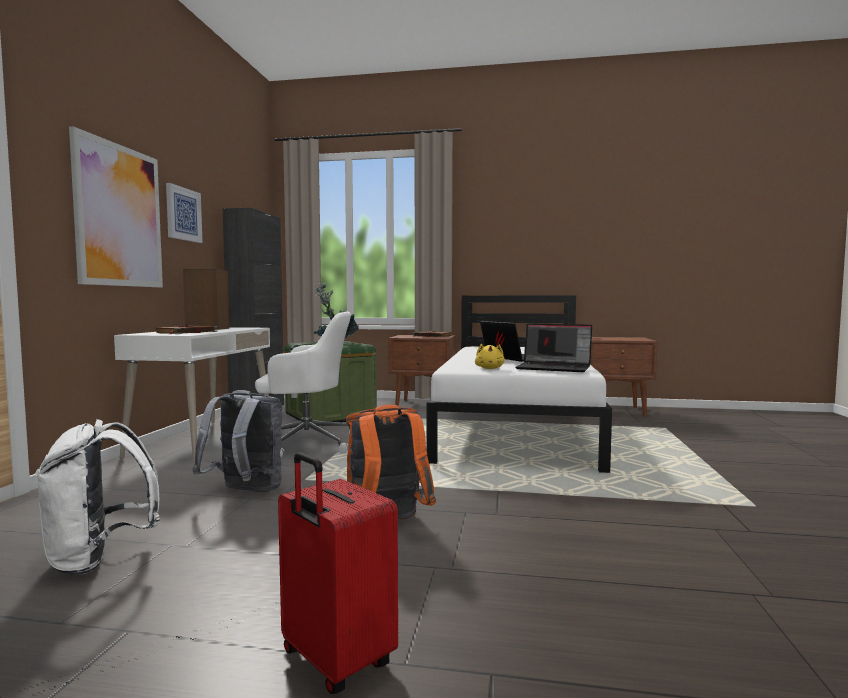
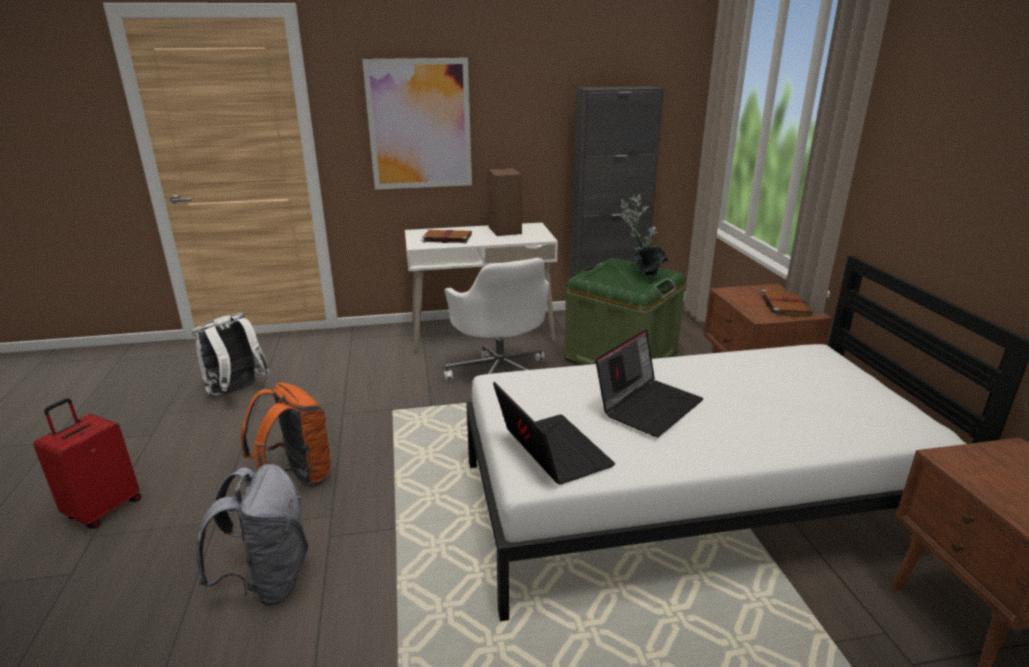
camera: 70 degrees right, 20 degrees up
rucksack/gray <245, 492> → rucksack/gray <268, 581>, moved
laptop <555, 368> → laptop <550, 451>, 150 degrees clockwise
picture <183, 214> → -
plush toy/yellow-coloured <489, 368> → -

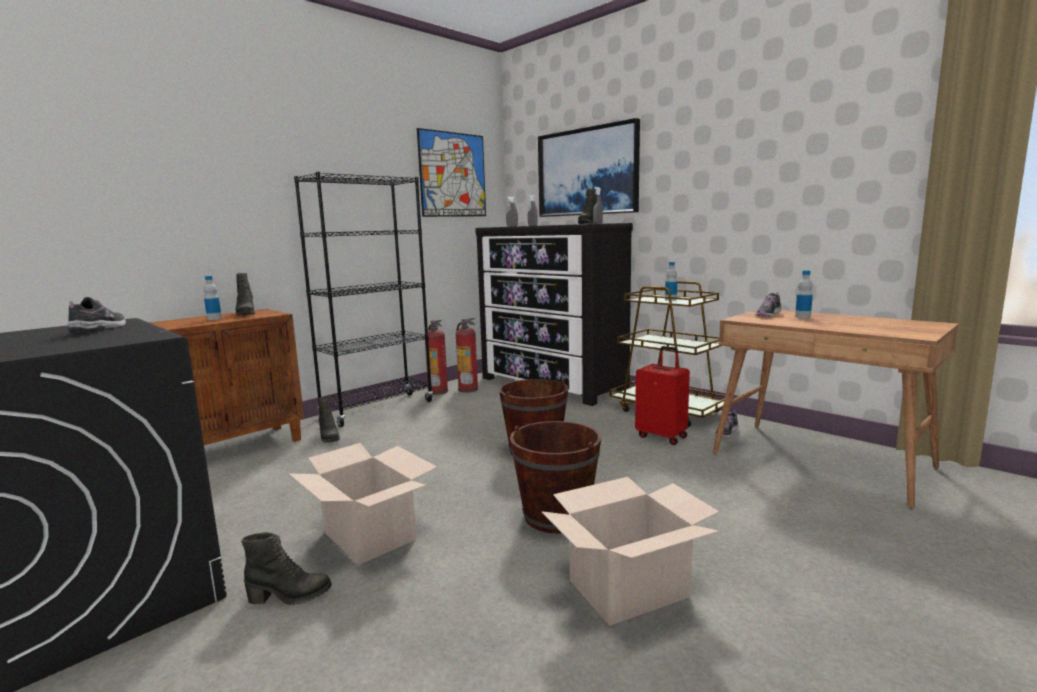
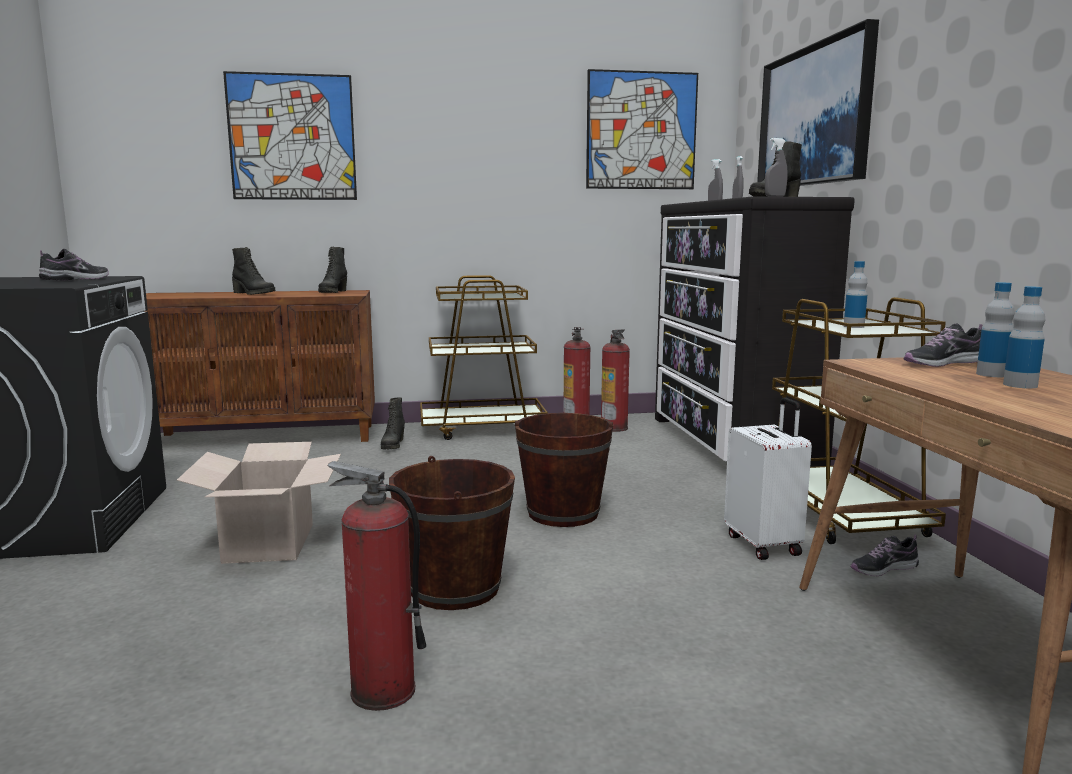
camera: 35 degrees right, 0 degrees up
- → picture <292, 137>
boot/black <289, 596> → boot/black <253, 293>, moved
packing box <629, 589> → extinguisher <382, 691>
bookshelf/black <378, 409> → trolley/brownish <483, 429>
travel case/reddish <662, 436> → travel case/white <764, 544>
beverage bottle <214, 319> → beverage bottle <1020, 385>, moved

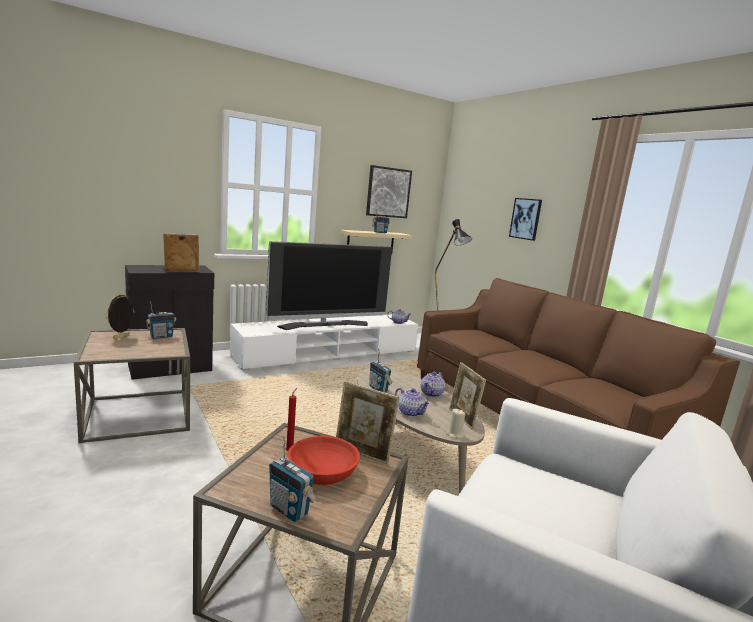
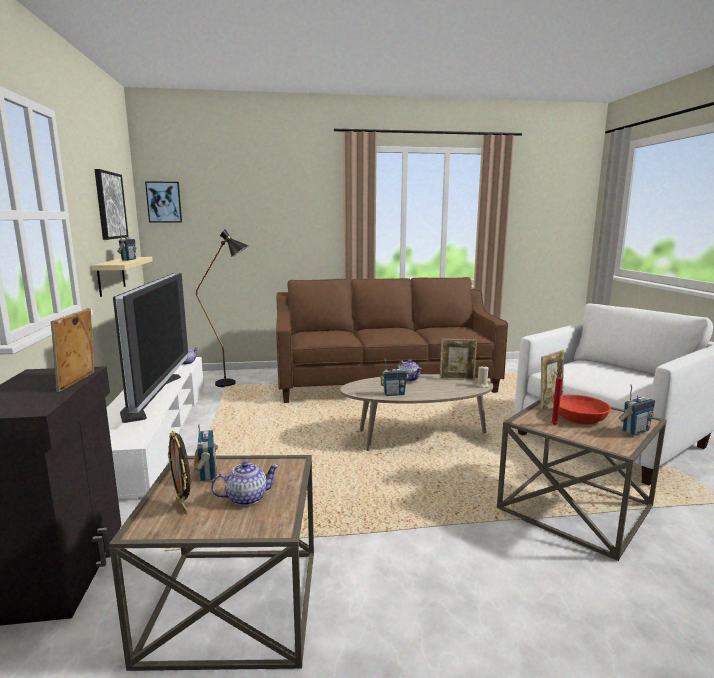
camera: 65 degrees left, 0 degrees up
picture <526, 219> → picture <164, 202>, moved
teapot <410, 412> → teapot <246, 498>, moved

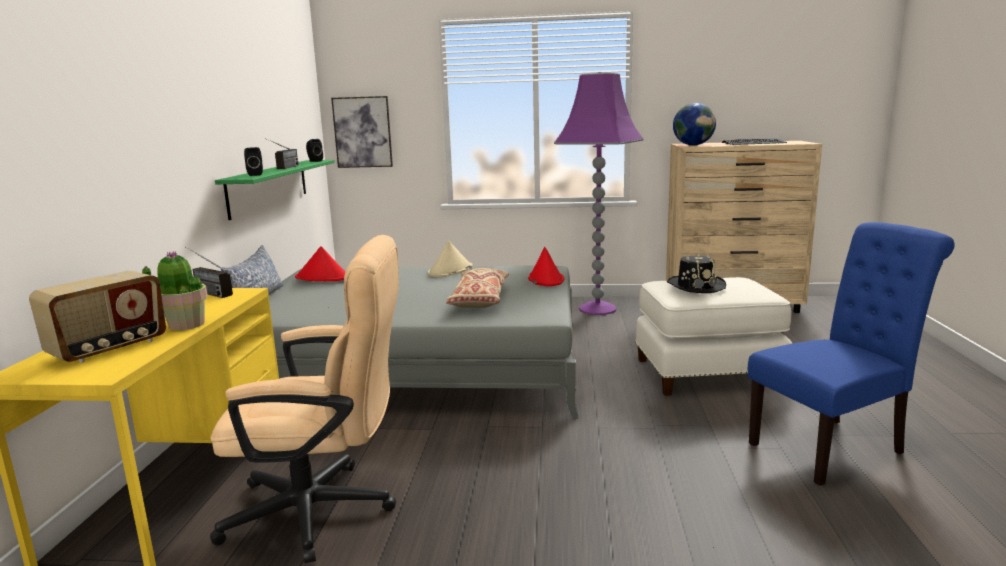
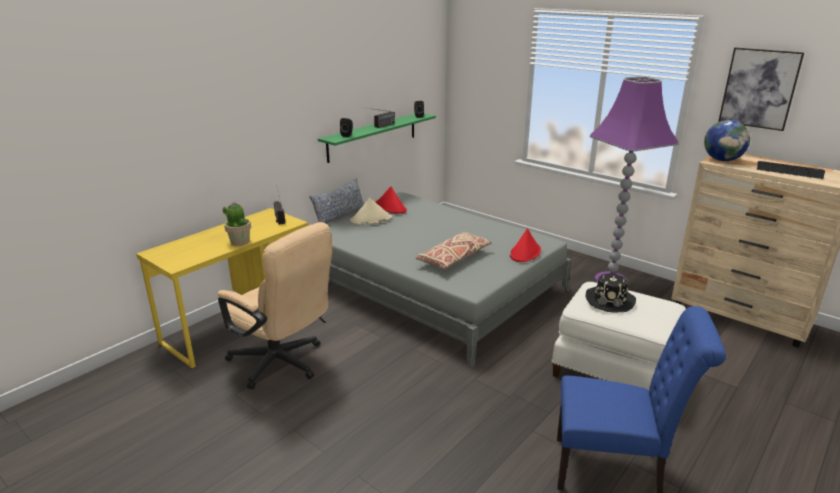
camera: 35 degrees right, 10 degrees up
wearable hat/beige-coloured <450, 271> → wearable hat/beige-coloured <371, 220>, moved
picture <362, 132> → picture <759, 88>, moved
radio <109, 348> → -

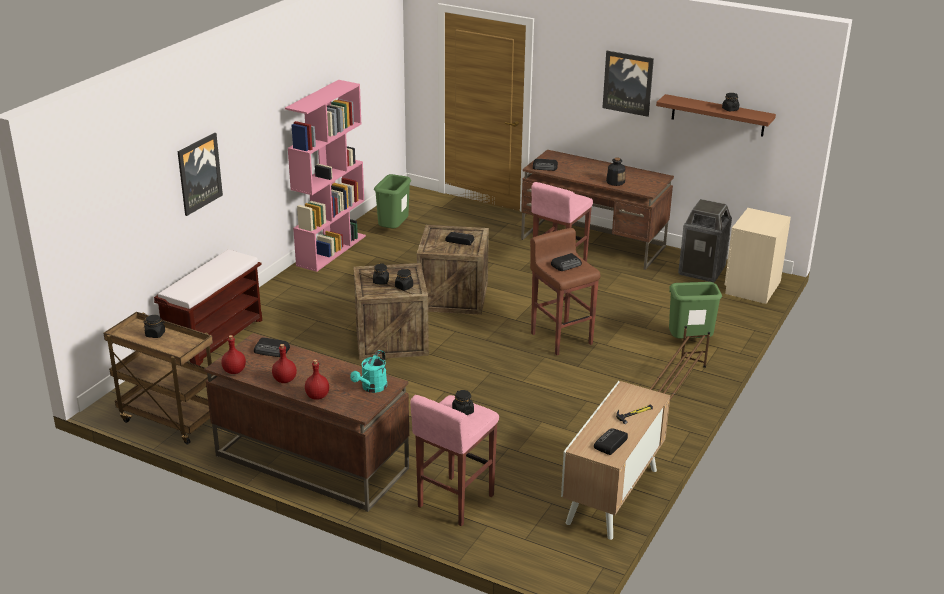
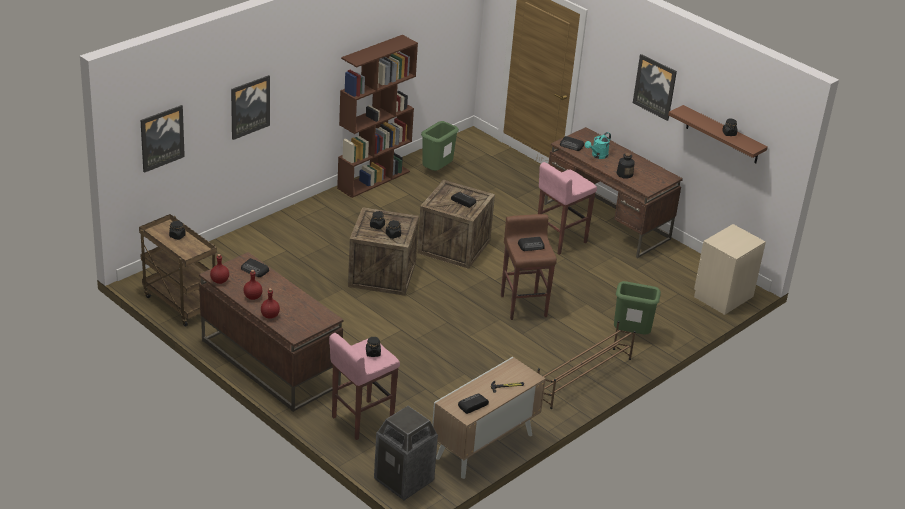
camera: 15 degrees right, 5 degrees up
- → picture <161, 138>
bookshelf/pink <331, 250> → bookshelf/brownish <374, 179>
trash can <702, 271> → trash can <404, 480>, moved
watering can/blue-green <372, 388> → watering can/blue-green <597, 156>, moved
indoor bench/brownish <215, 338> → -

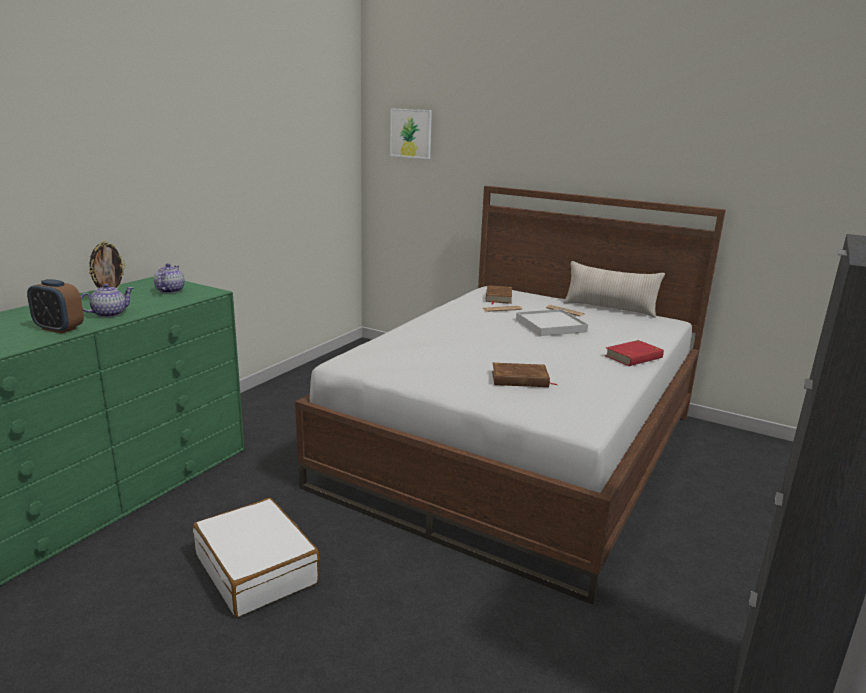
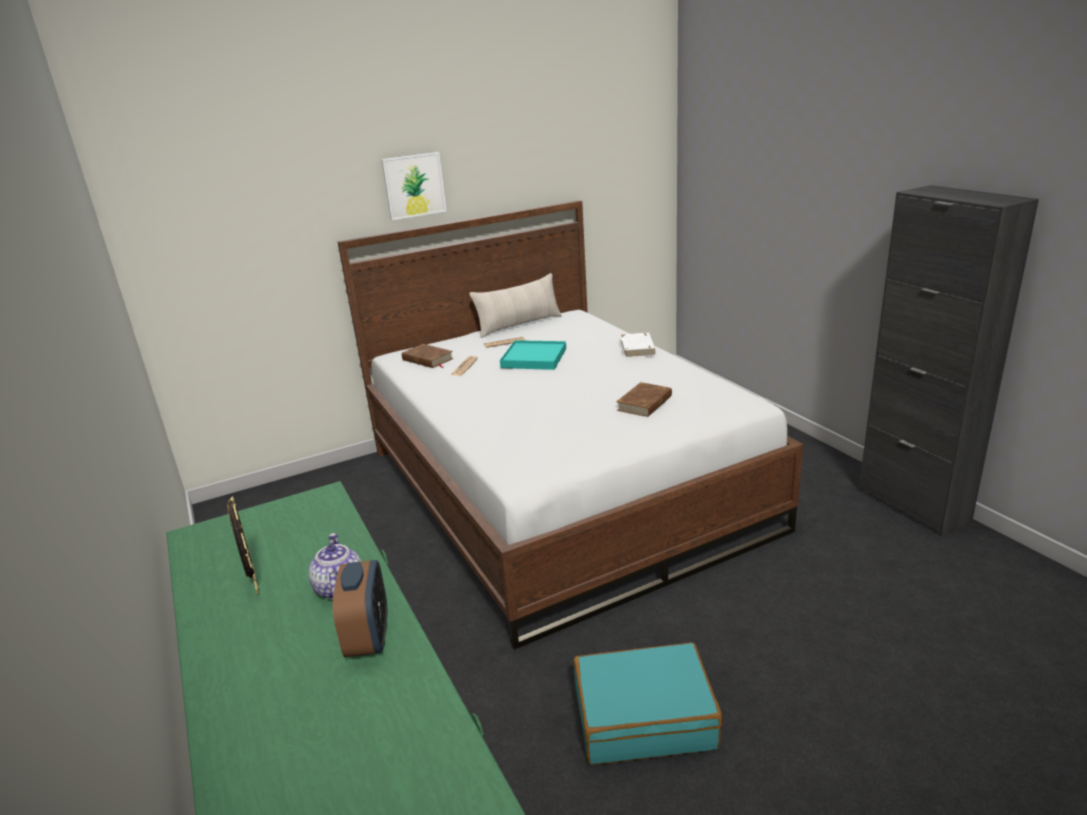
camera: 55 degrees left, 5 degrees up
table clock <59, 329> → table clock <368, 638>, 60 degrees counterclockwise
picture <411, 133> → picture <414, 185>, moved
tray/white <550, 326> → tray/blue-green <534, 358>
travel case/white <257, 569> → travel case/blue-green <644, 717>
book/reddish <634, 357> → book/white <638, 348>
teapot <170, 290> → -

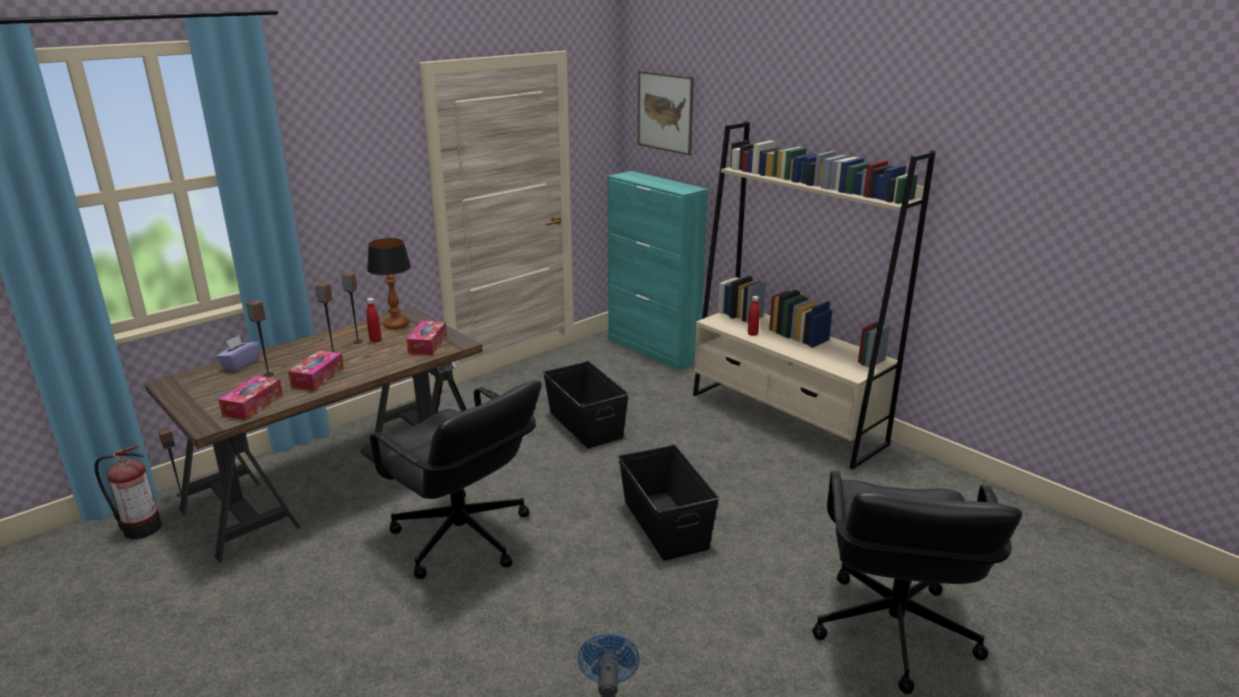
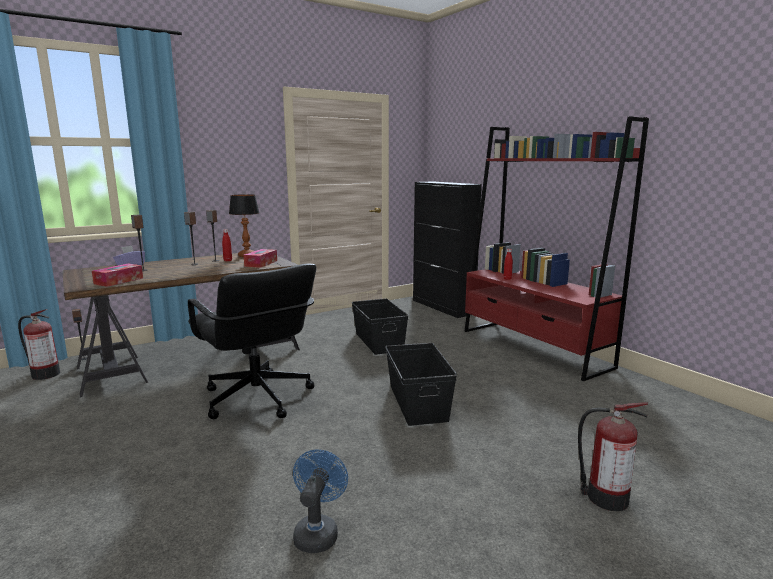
camera: 10 degrees right, 10 degrees down
cupboard/blue-green <653, 350> → cupboard/black <443, 307>
bookshelf/beige-coloured <786, 419> → bookshelf/reddish <533, 348>
office chair/black <892, 632> → extinguisher <604, 497>
tissue holder <318, 377> → -
picture <665, 112> → -

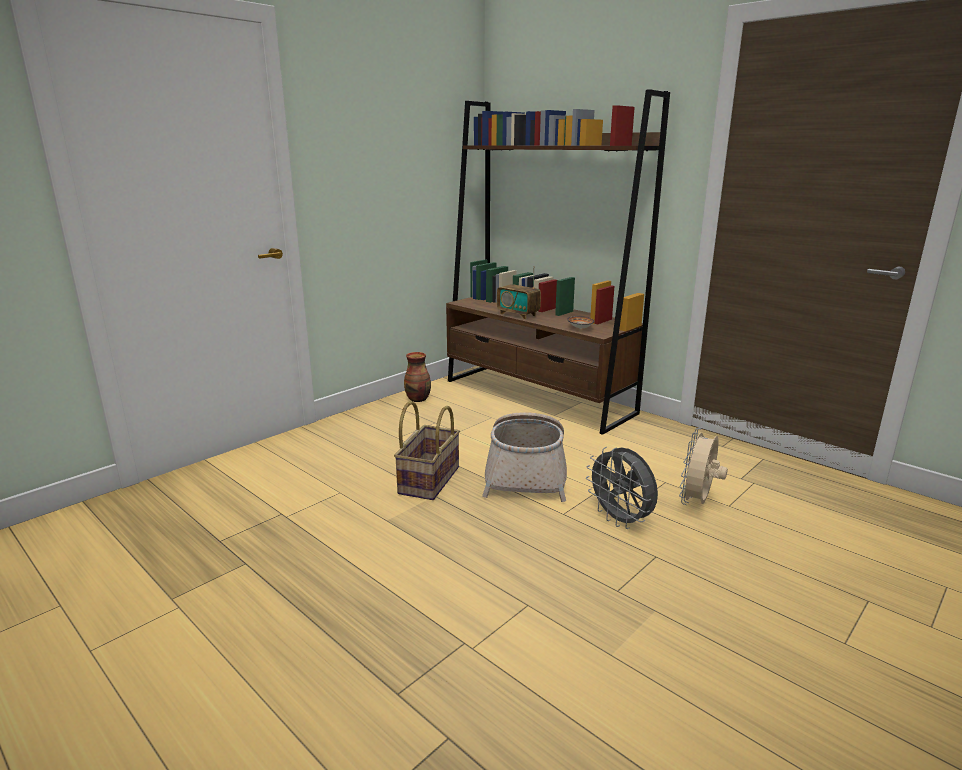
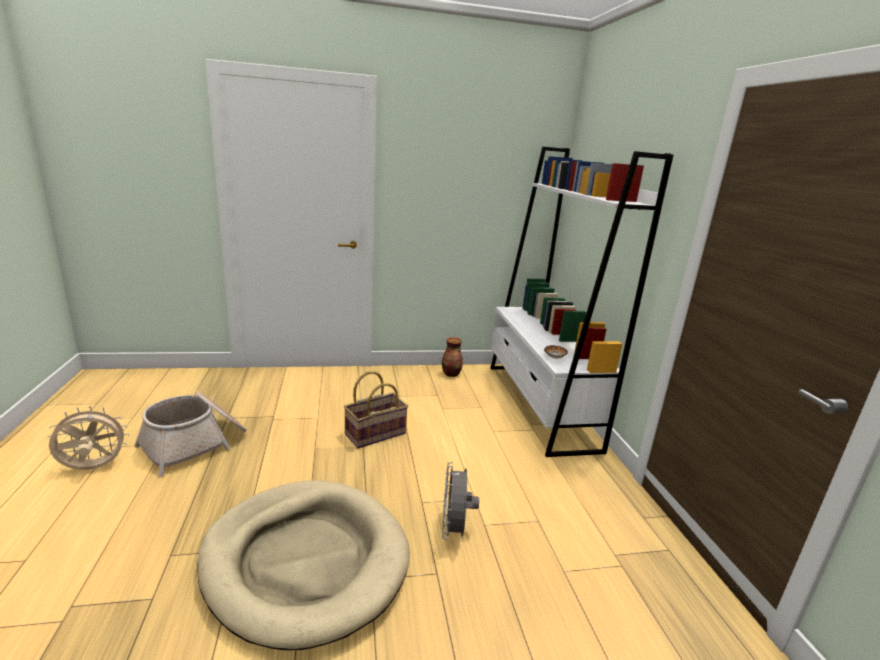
camera: 35 degrees right, 0 degrees up
electric fan/beige-coloured <697, 502> → electric fan/beige-coloured <93, 468>, moved
basket <526, 473> → basket <195, 444>, moved
- → dog cushion/beige-coloured <305, 561>
bookshelf/brownish <537, 396> → bookshelf/white <539, 405>
radio <518, 314> → -

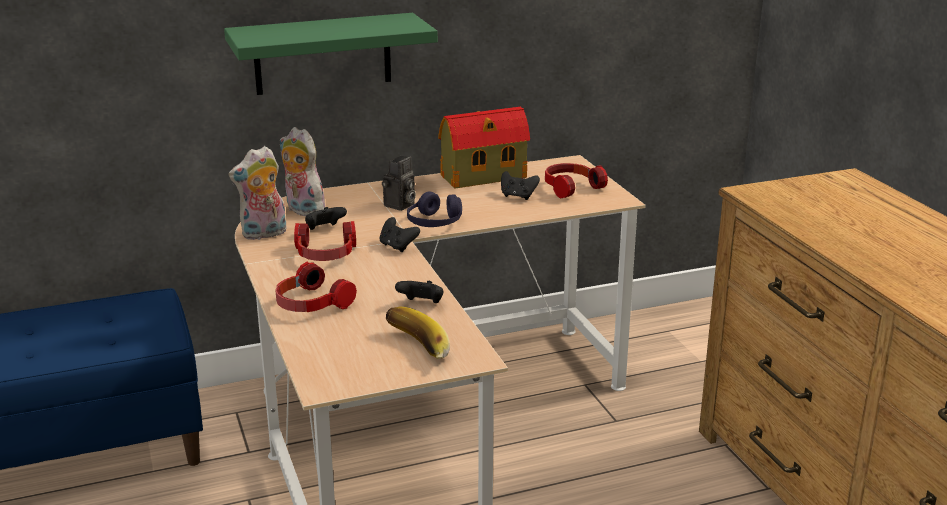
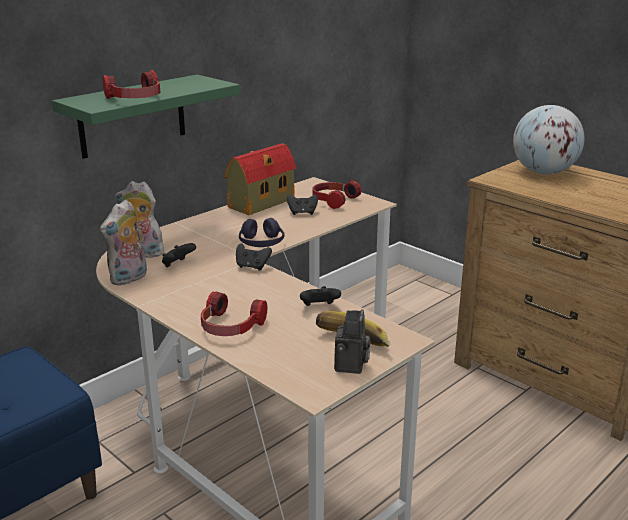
camera: 25 degrees left, 0 degrees up
pair of headphones <325, 254> → pair of headphones <136, 99>, moved
still camera <400, 205> → still camera <351, 366>, moved
- → world globe <543, 172>

